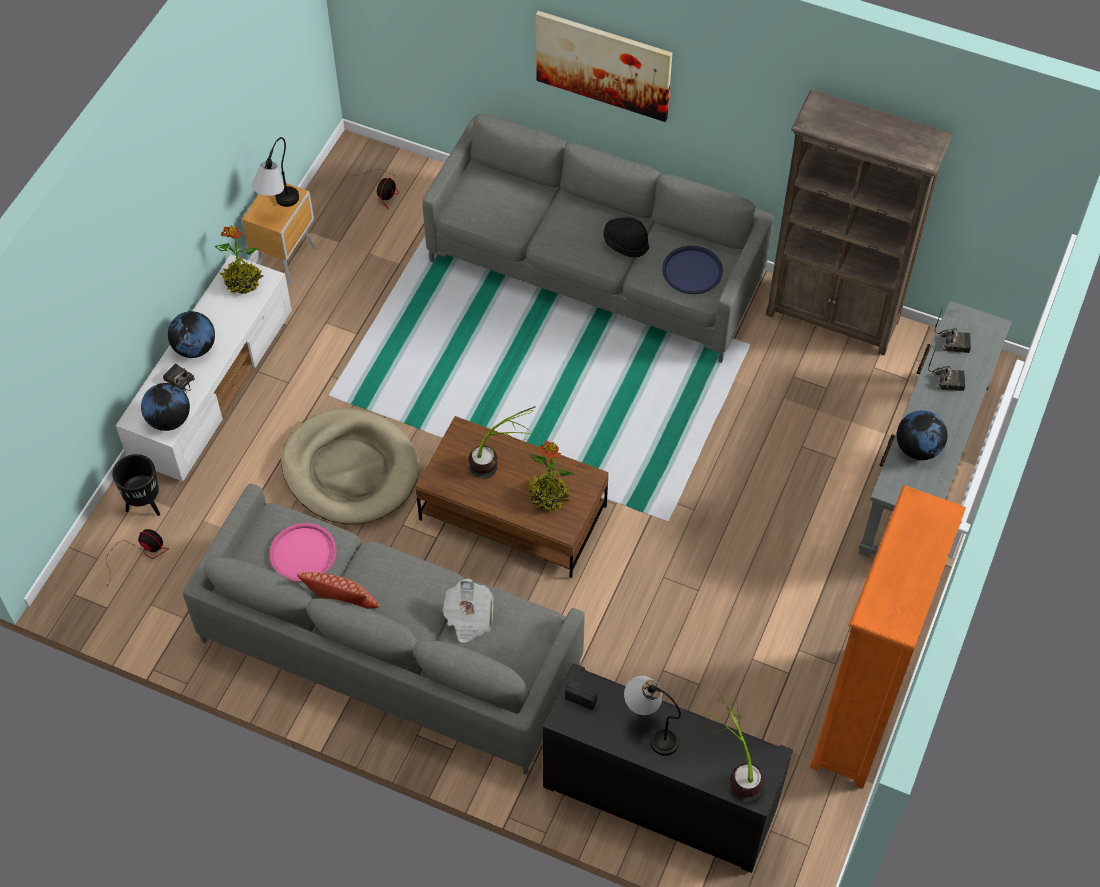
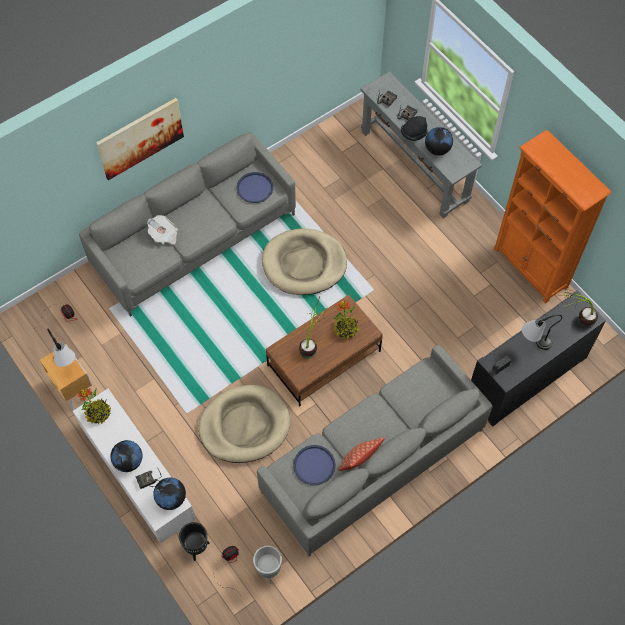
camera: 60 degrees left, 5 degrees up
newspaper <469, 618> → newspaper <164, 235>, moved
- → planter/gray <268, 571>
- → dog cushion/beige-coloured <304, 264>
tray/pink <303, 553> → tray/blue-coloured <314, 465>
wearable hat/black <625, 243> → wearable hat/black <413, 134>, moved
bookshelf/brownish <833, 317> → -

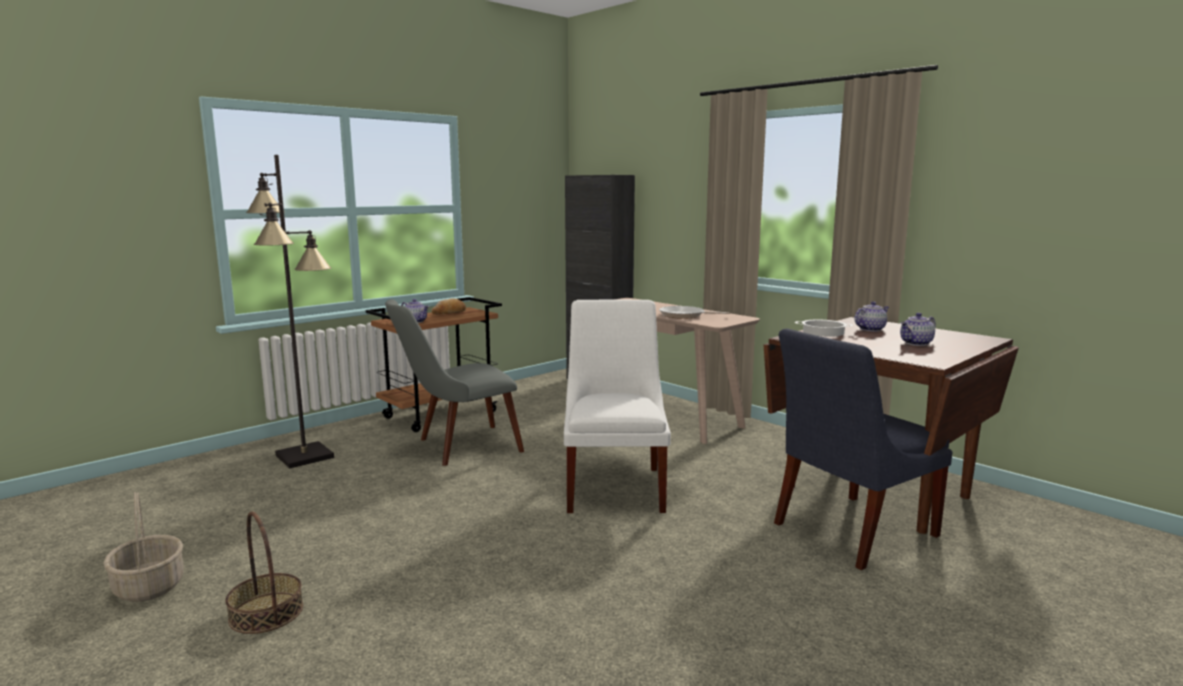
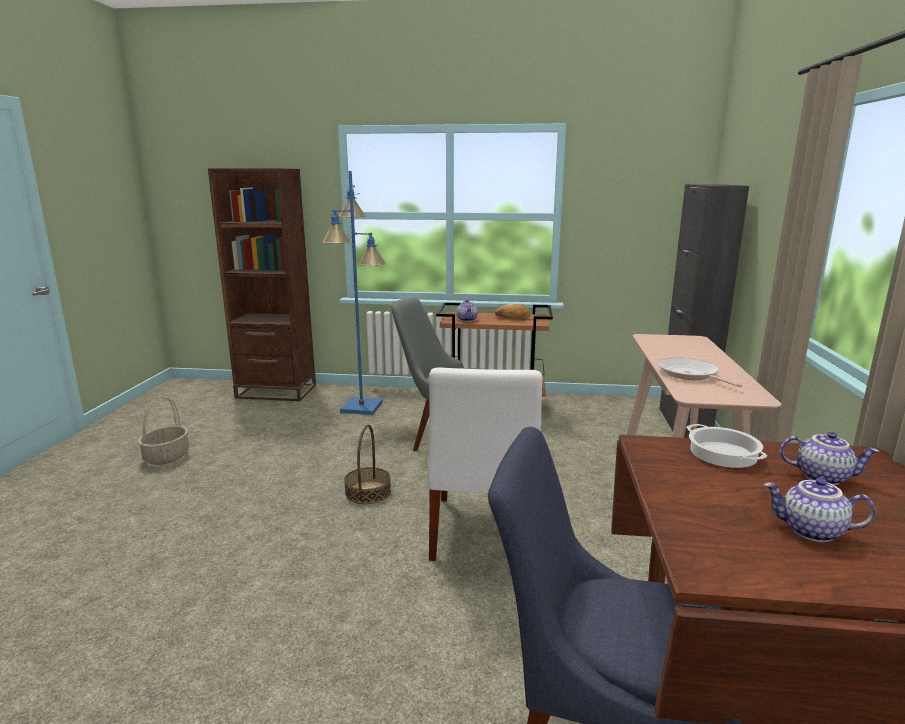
camera: 50 degrees right, 5 degrees up
- → bookshelf/brownish <276, 391>
standard lamp/black <305, 456> → standard lamp/blue-coloured <362, 407>
basket <266, 613> → basket <368, 492>, moved
upright chair/white <615, 486> → upright chair/white <482, 533>, 135 degrees clockwise

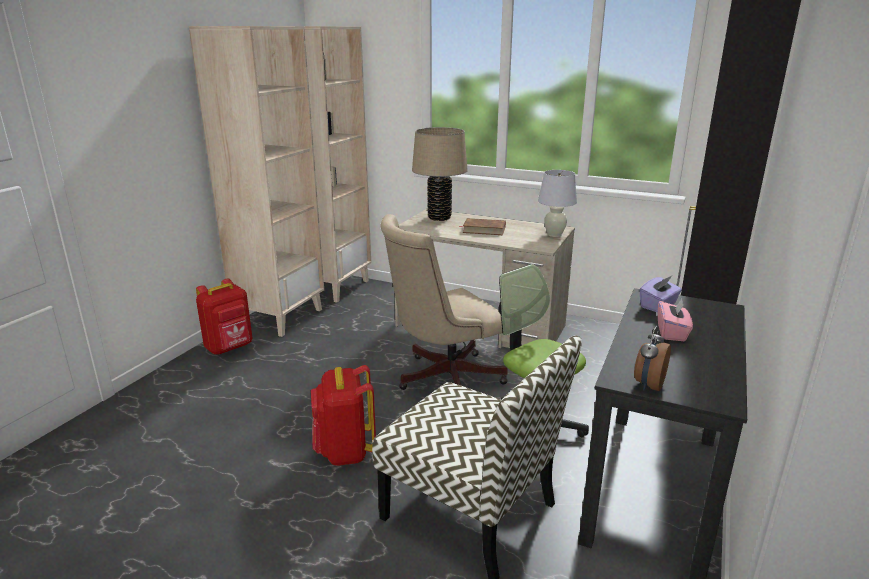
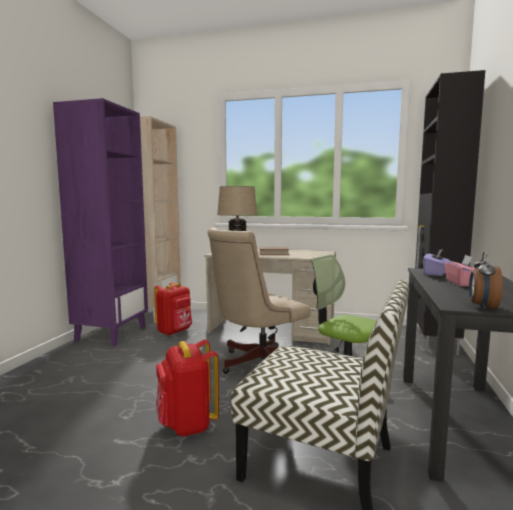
camera: 10 degrees left, 15 degrees down
bookshelf/beige-coloured <280, 317> → bookshelf/purple-coloured <111, 334>
rucksack/reddish <230, 348> → rucksack/reddish <175, 331>, moved
lamp for a table/white <554, 235> → -

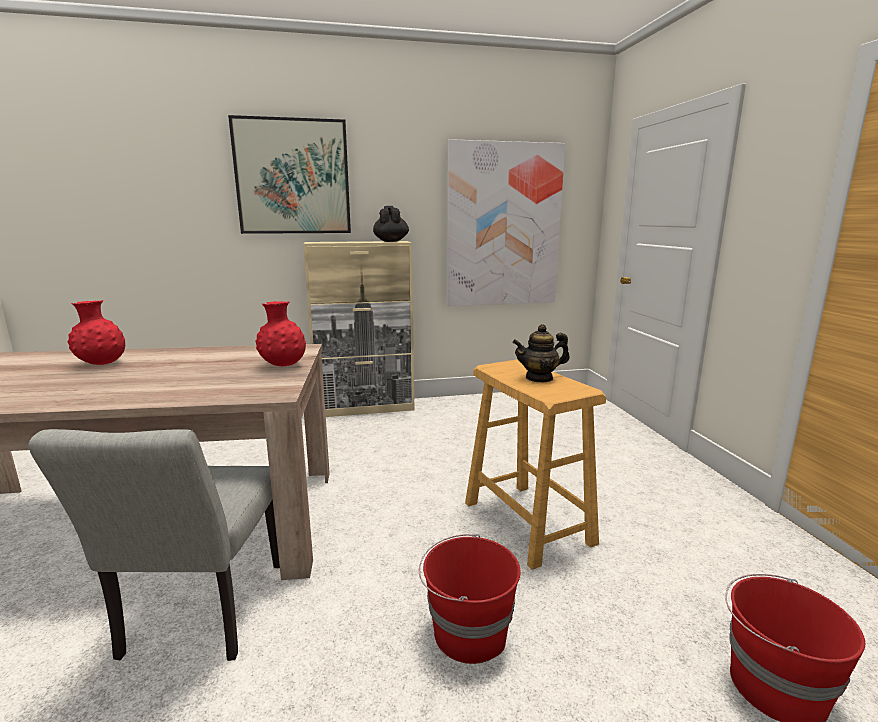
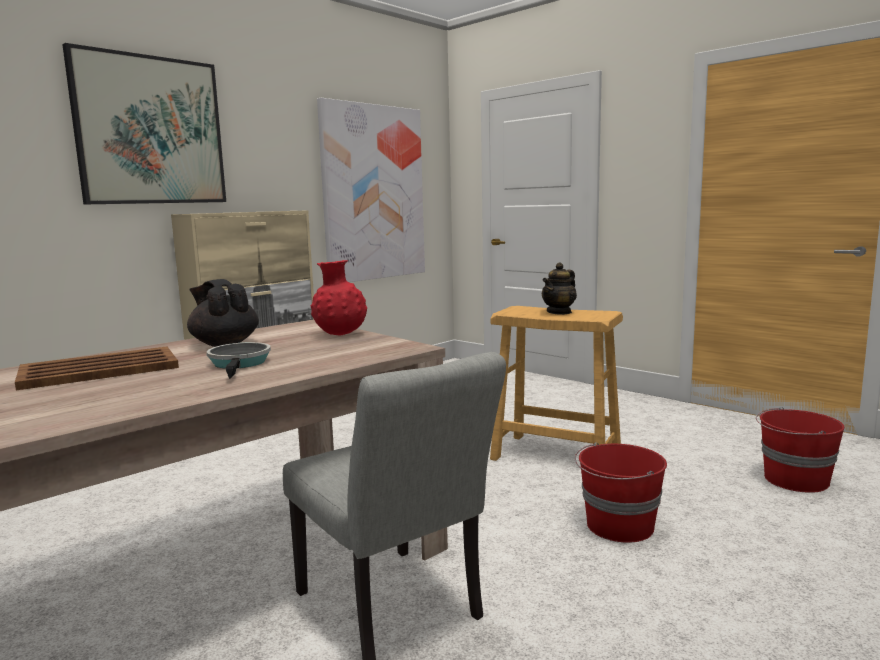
camera: 35 degrees left, 5 degrees down
flower vase/reddish <102, 364> → tray/brownish <101, 369>
teapot/black <391, 241> → teapot/black <224, 344>, moved
- → skillet <240, 364>

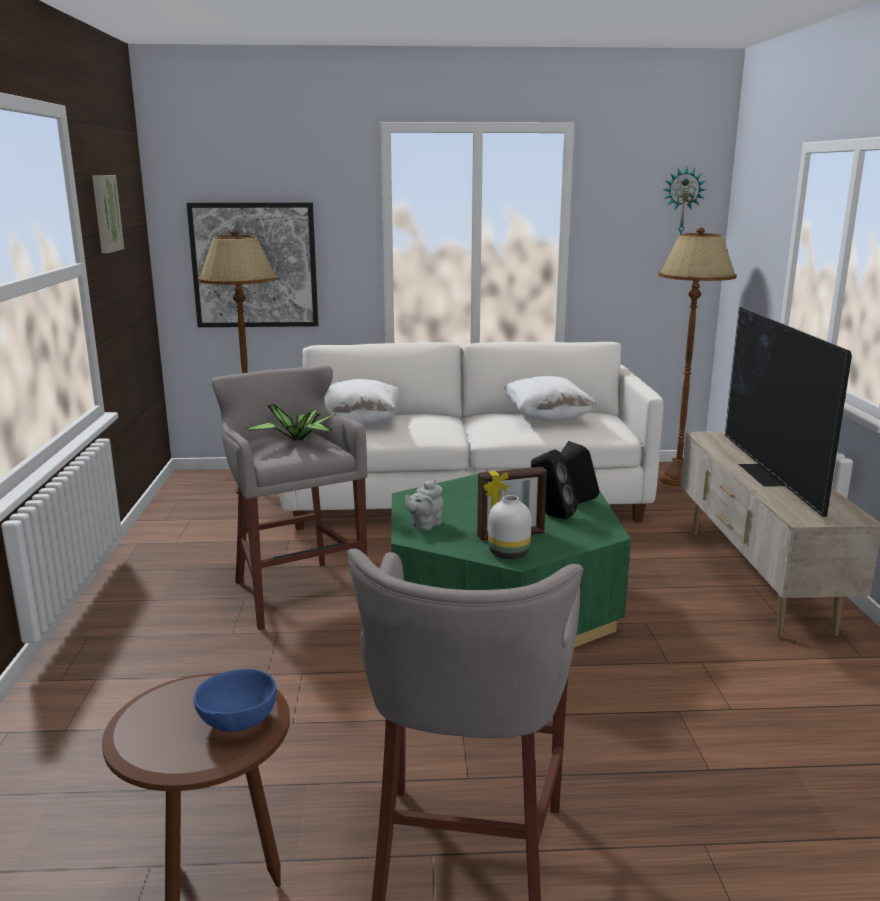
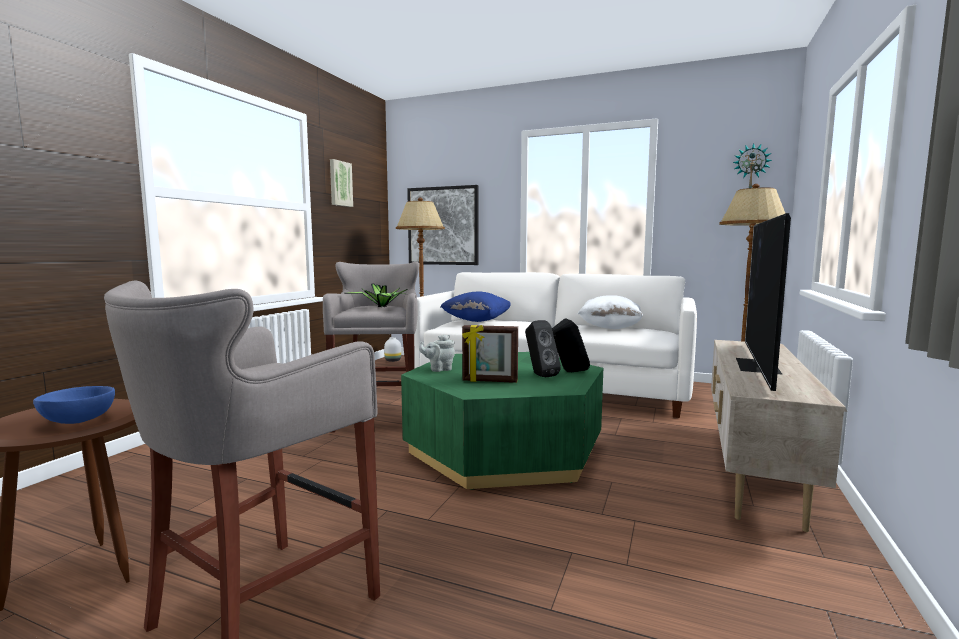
camera: 25 degrees right, 10 degrees down
flower vase/white <509, 553> → flower vase/white <393, 360>, moved
cushion/white <361, 422> → cushion/blue-coloured <477, 321>

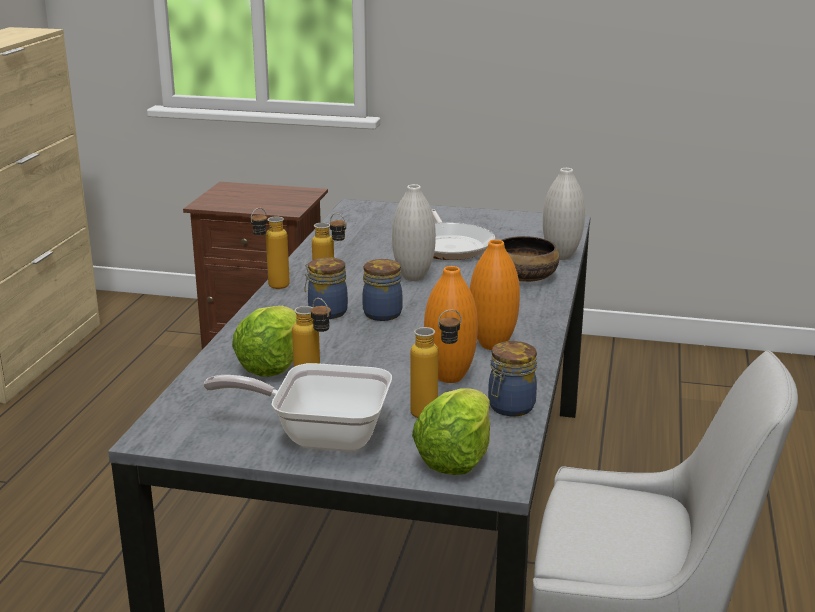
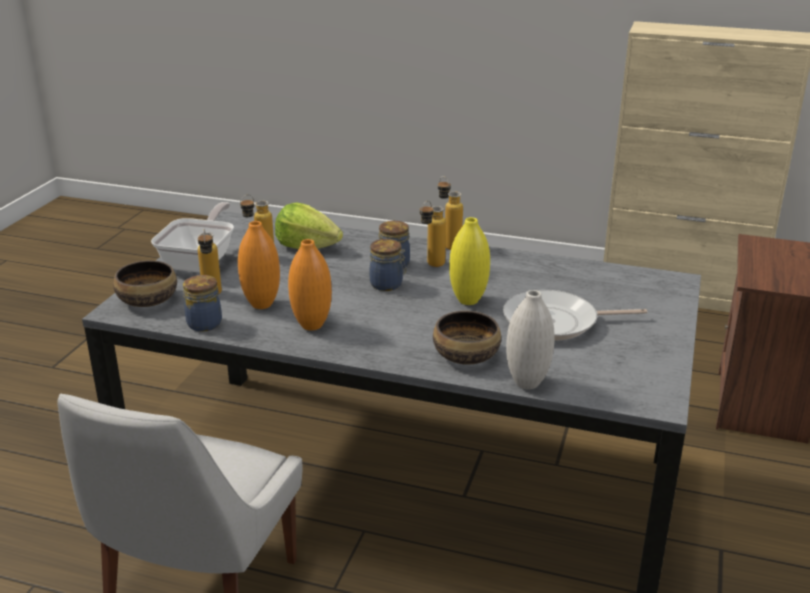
camera: 95 degrees right, 5 degrees up
lettuce head <456, 458> → serving bowl <148, 299>
flower vase/white <413, 277> → flower vase/yellow-coloured <468, 300>

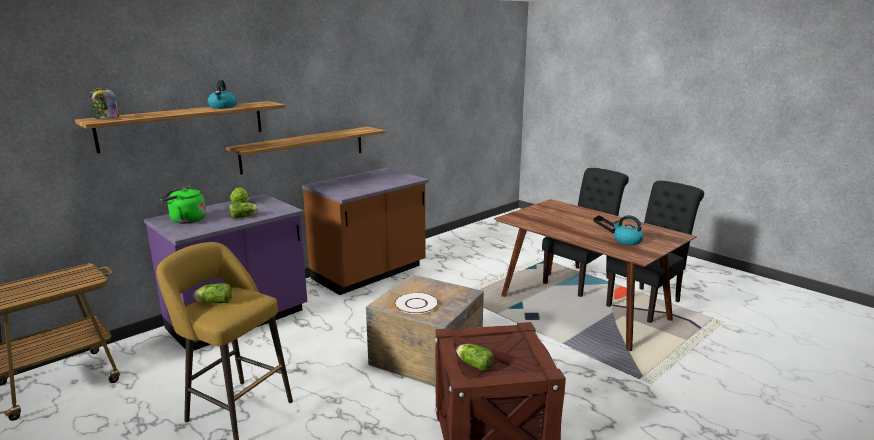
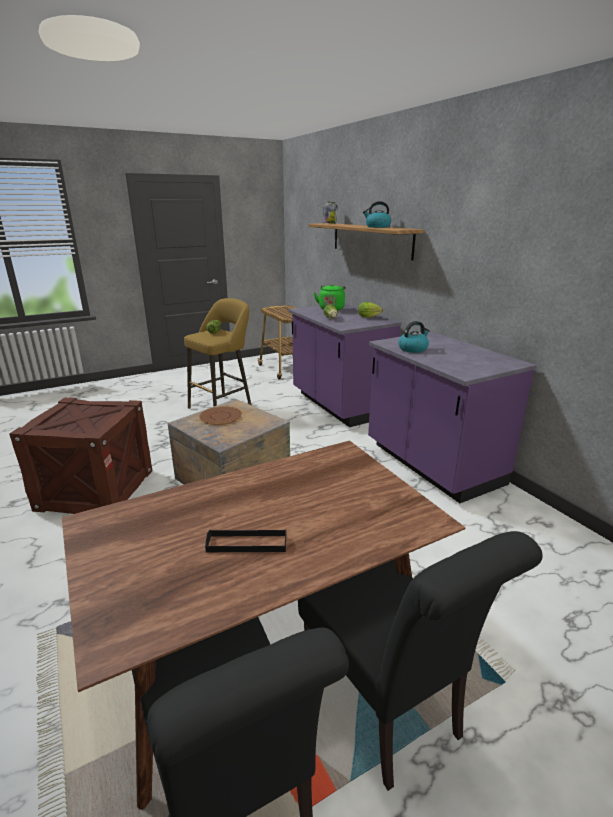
camera: 105 degrees right, 5 degrees up
flat dish/white <416, 304> → flat dish/brownish <221, 416>
kitchen counter/brownish <370, 273> → kitchen counter/purple-coloured <431, 465>
kettle <627, 241> → kettle <413, 349>, moved
shelf <304, 149> → -
lettuce head <473, 364> → -

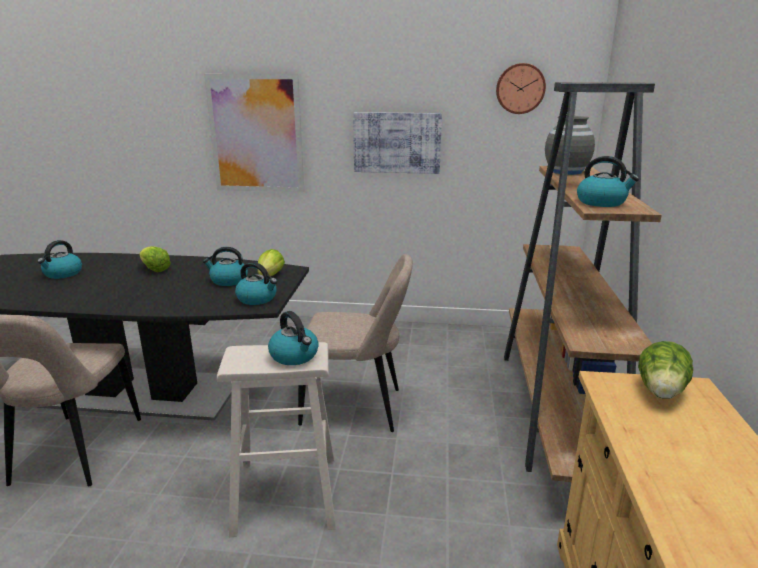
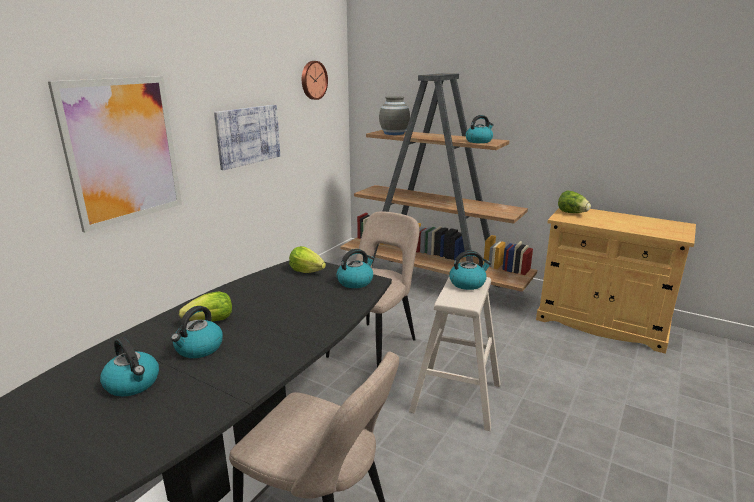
camera: 65 degrees left, 0 degrees up
kettle <228, 280> → kettle <199, 348>, moved

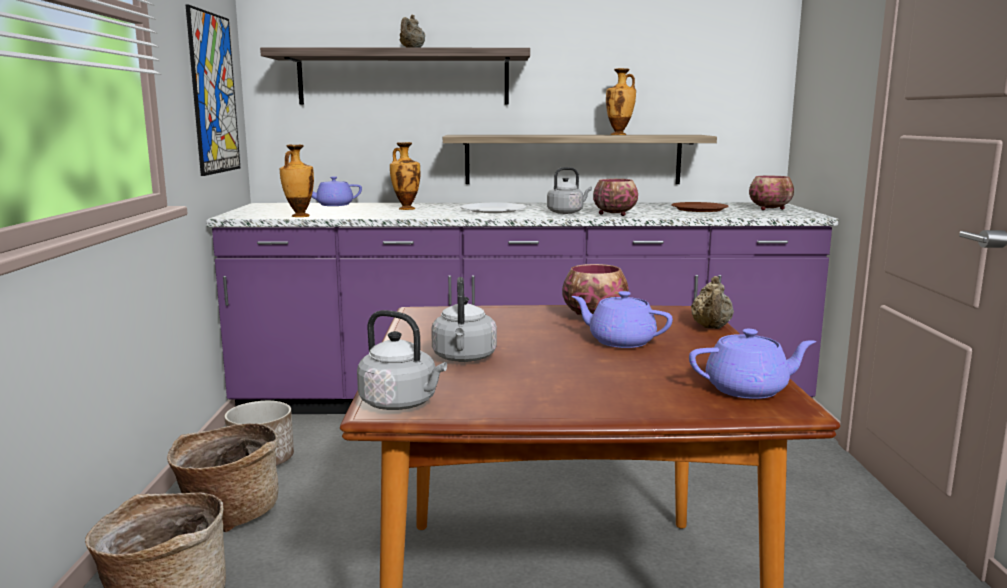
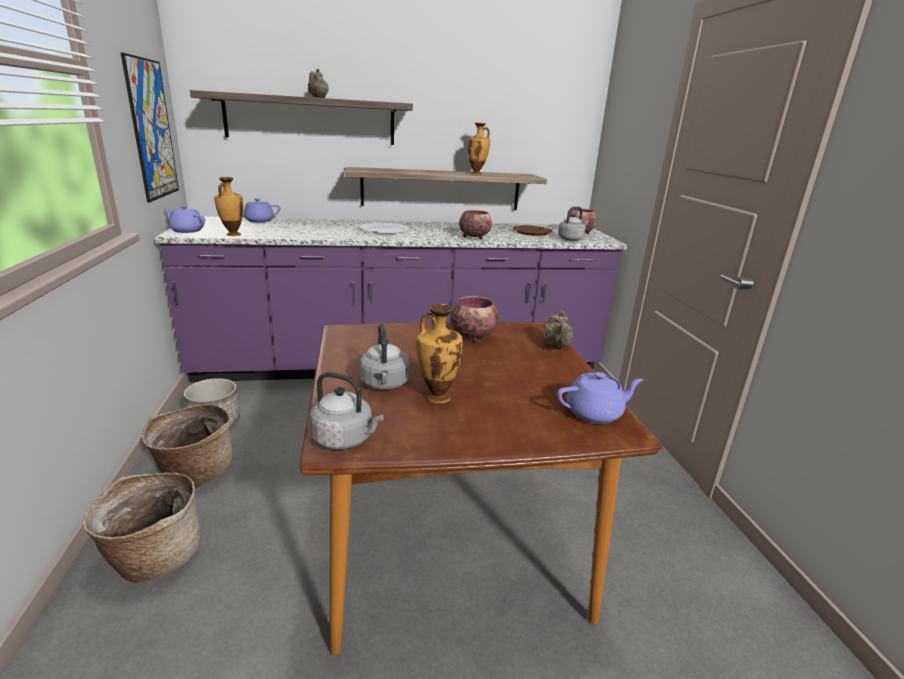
camera: 10 degrees left, 10 degrees up
teapot/purple-coloured <620, 341> → teapot/purple-coloured <186, 231>, moved
flower vase <406, 208> → flower vase <437, 397>, moved
kettle/gray <567, 212> → kettle/gray <571, 239>, moved

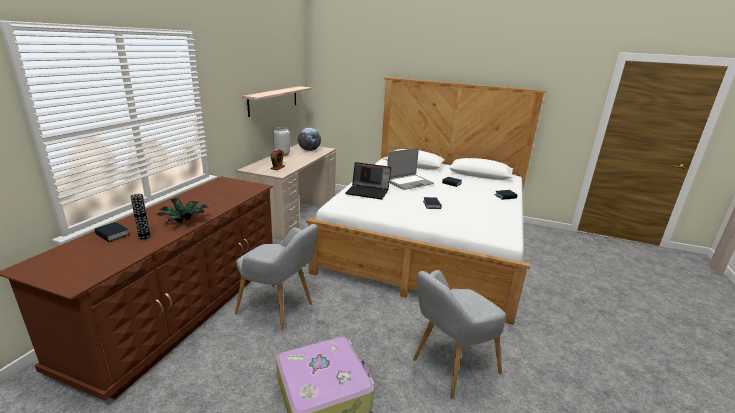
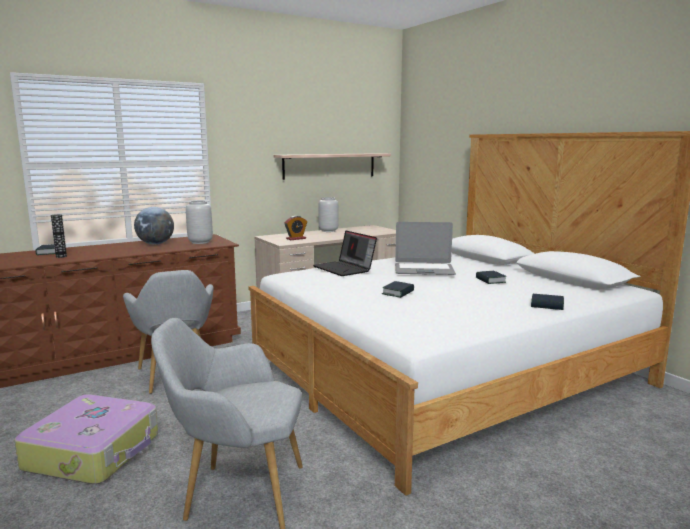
camera: 40 degrees right, 10 degrees down
world globe <309, 150> → world globe <155, 244>, moved
- → flower vase/gray <200, 242>
potted plant <185, 222> → -

